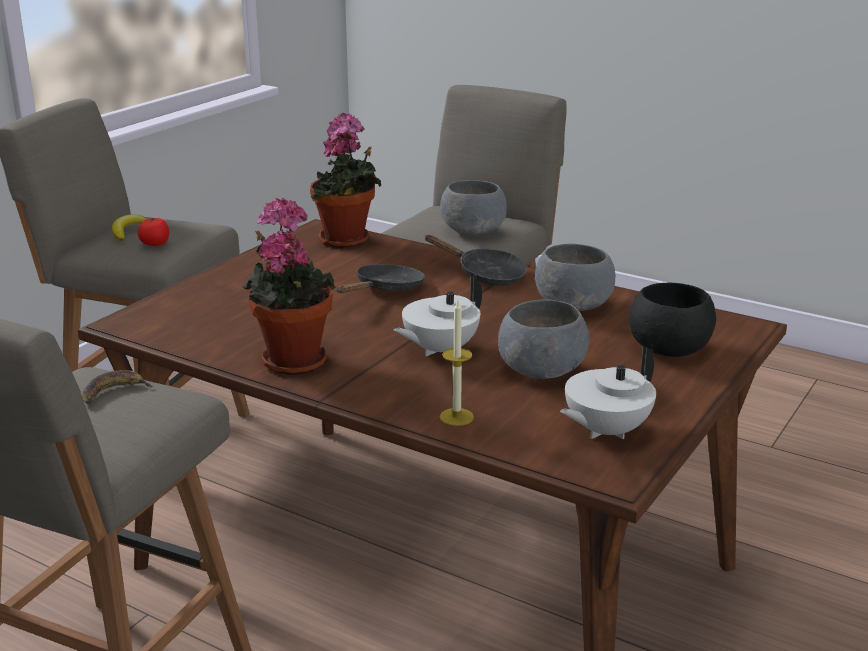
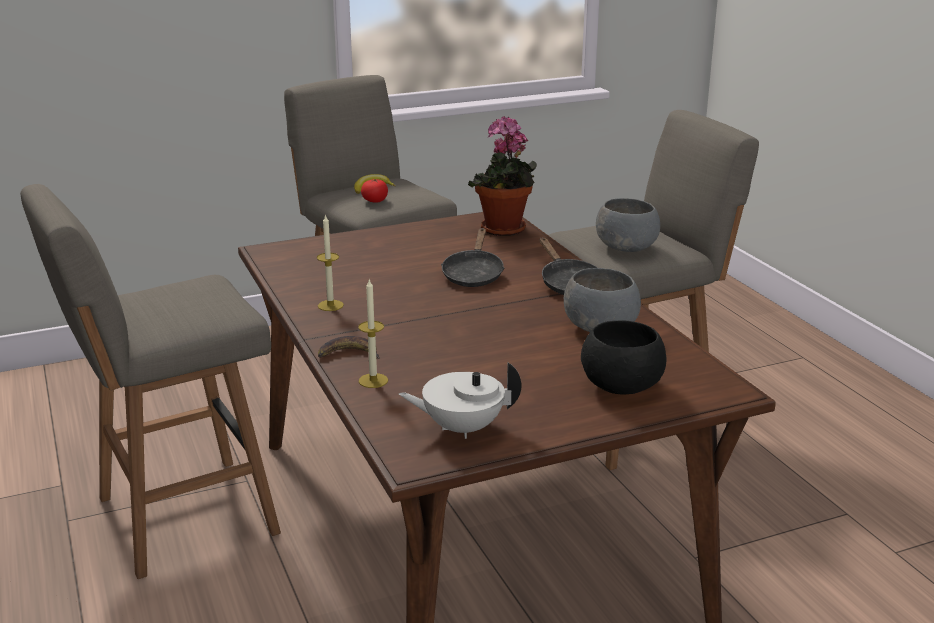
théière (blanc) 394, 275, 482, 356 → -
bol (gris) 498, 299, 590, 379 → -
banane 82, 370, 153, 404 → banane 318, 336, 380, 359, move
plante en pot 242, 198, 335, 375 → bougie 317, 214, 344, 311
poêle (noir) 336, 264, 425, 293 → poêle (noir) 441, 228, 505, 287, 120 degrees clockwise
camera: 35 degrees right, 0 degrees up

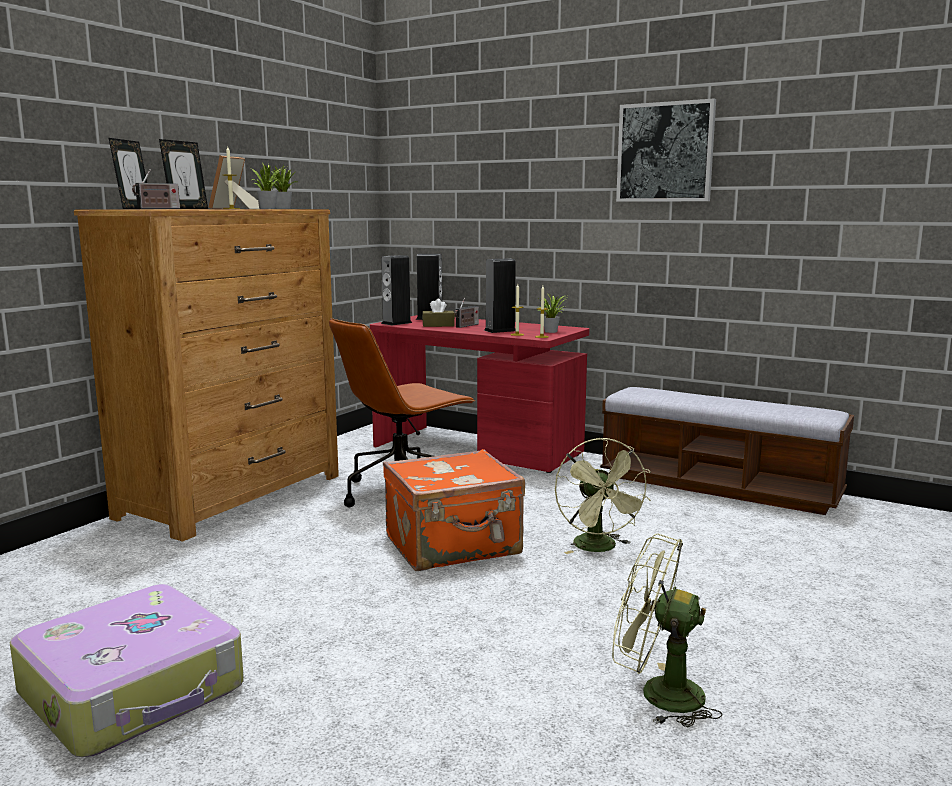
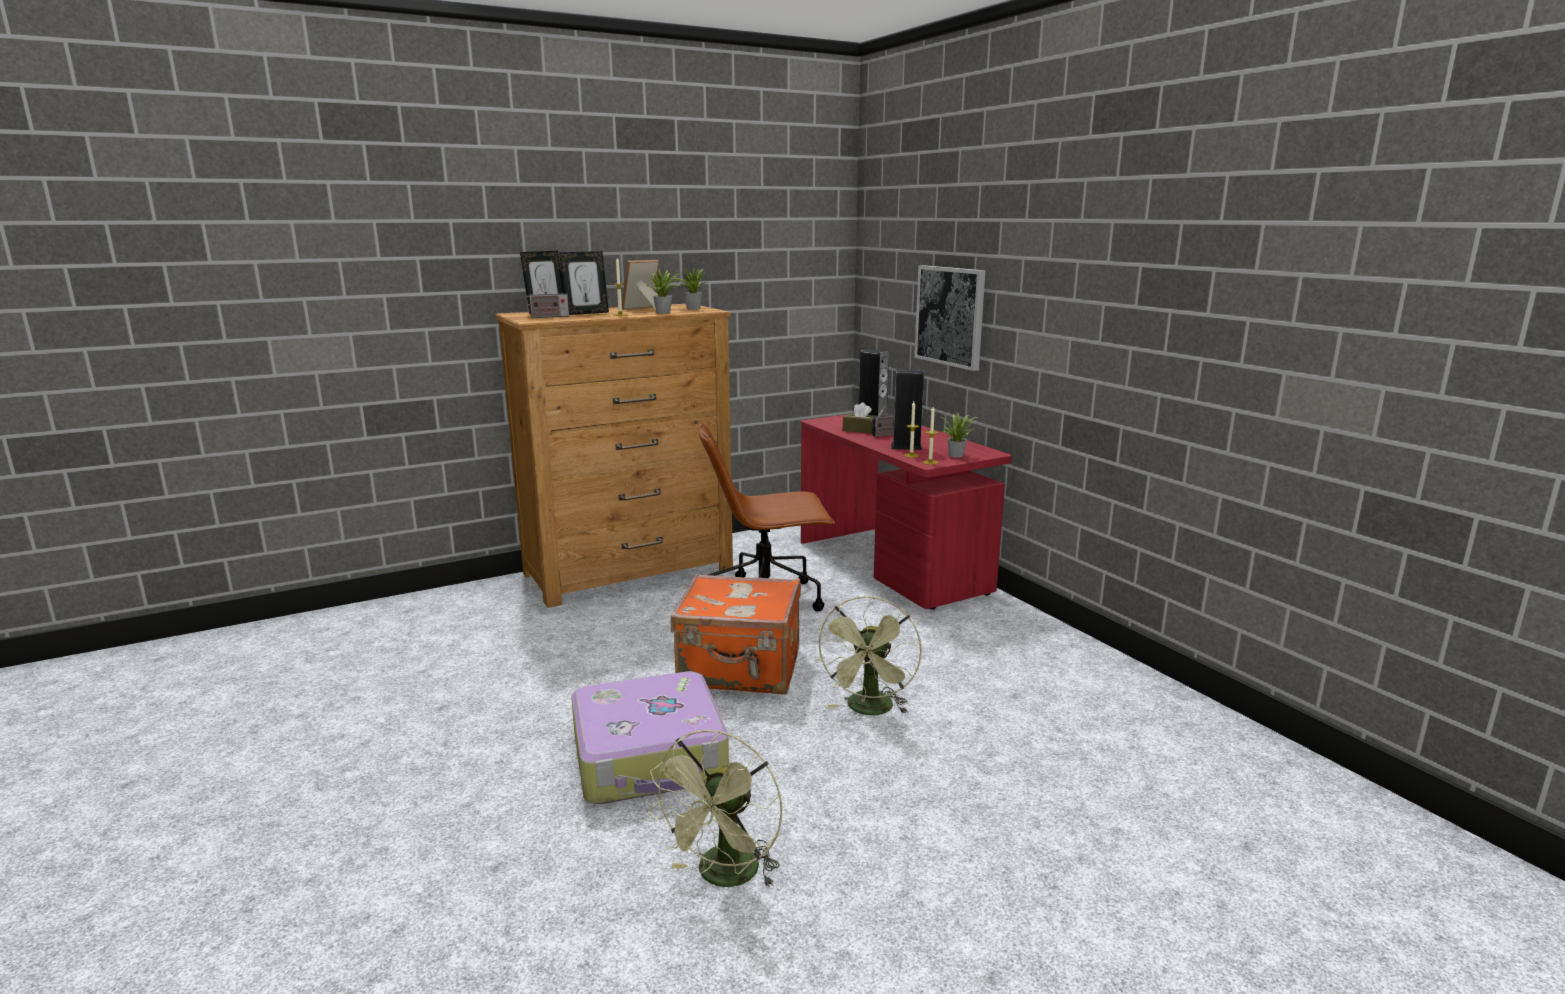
enceinte 381, 255, 412, 325 → -
banc 600, 387, 854, 515 → -
valise 10, 584, 244, 757 → valise 571, 671, 729, 804, move
tableau 616, 99, 716, 202 → tableau 914, 265, 985, 371, move
ventilateur (vert) 612, 534, 722, 727 → ventilateur (vert) 647, 730, 782, 888, 120 degrees counterclockwise
camera: 30 degrees right, 5 degrees up

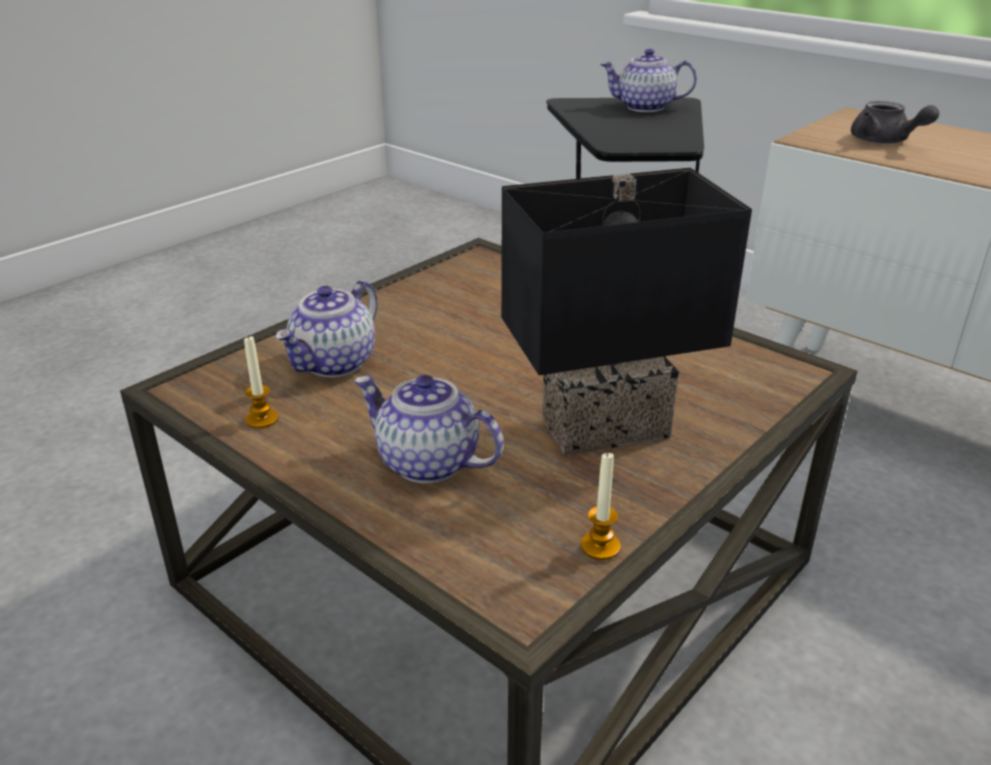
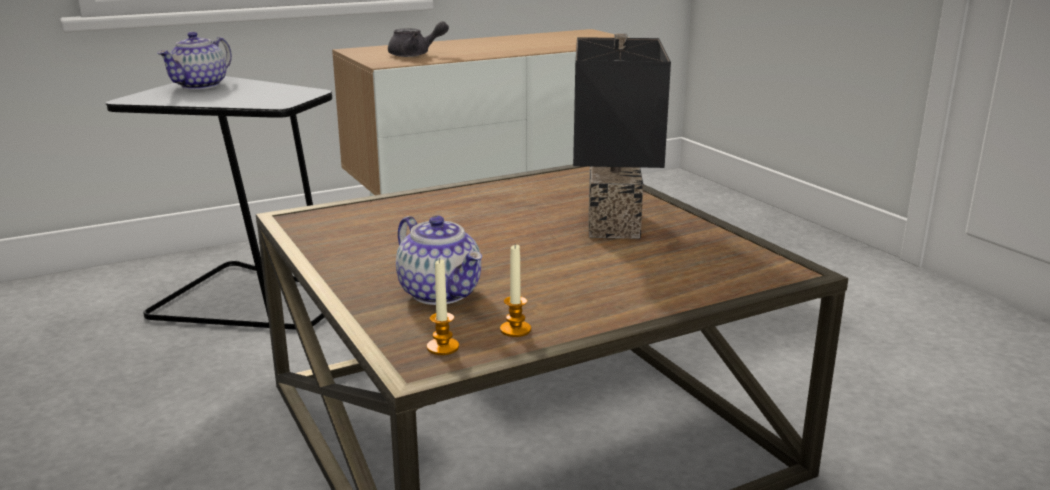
théière 354, 375, 504, 484 → -
bougie 581, 452, 620, 560 → bougie 427, 258, 459, 355, move
camera: 70 degrees left, 10 degrees down

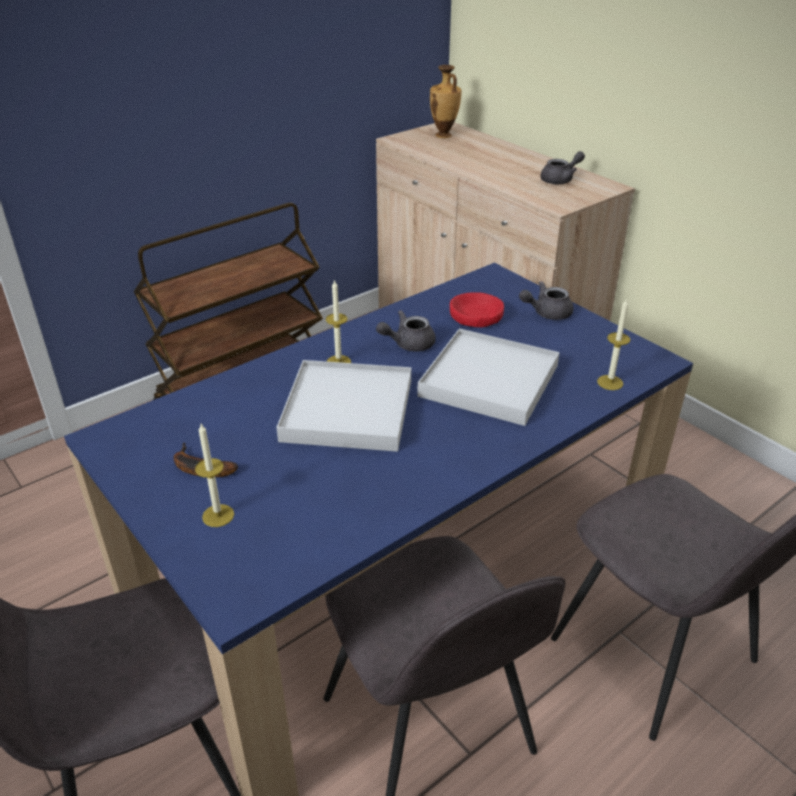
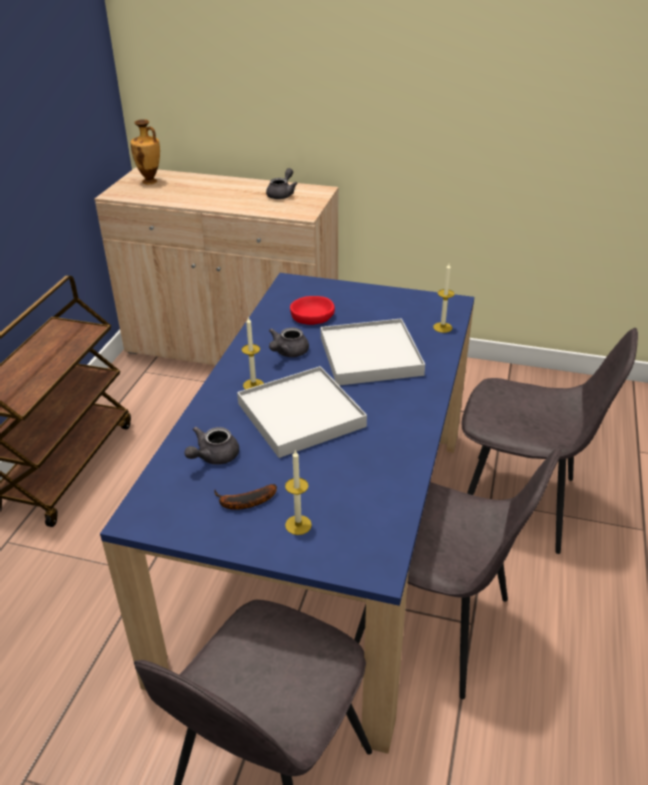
théière (gris) 519, 281, 574, 320 → théière (gris) 184, 427, 239, 465, move
camera: 35 degrees left, 0 degrees up

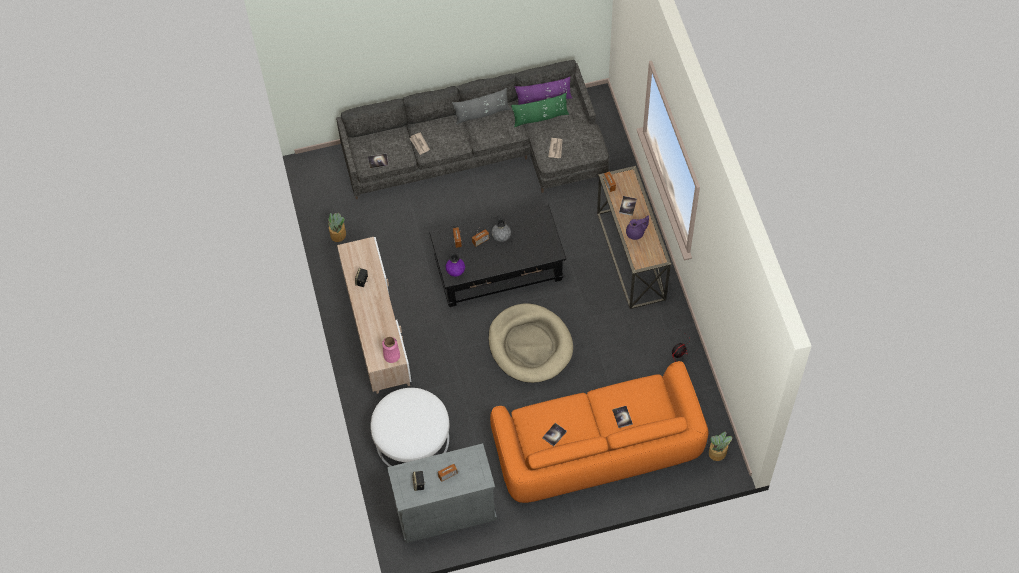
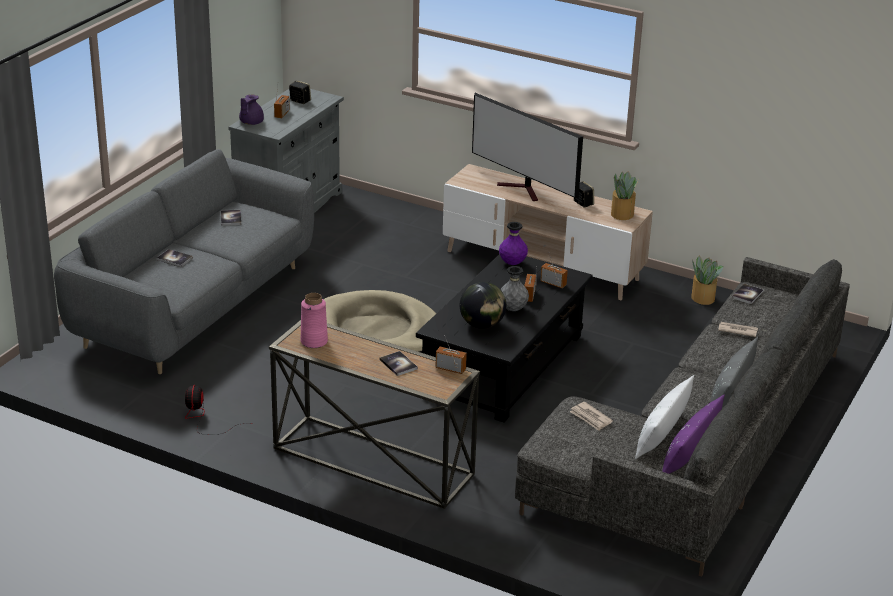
pouf (blanc) 371, 388, 449, 467 → -
- → globe 460, 282, 506, 329
- → téléviseur 472, 93, 583, 201
vase (rose) 382, 337, 400, 363 → vase (rose) 301, 293, 328, 348, move
théière (violet) 626, 216, 649, 240 → théière (violet) 239, 94, 264, 125, move
plante en pot 709, 431, 732, 461 → plante en pot 611, 172, 638, 220, move
canapé (orange) 490, 361, 709, 503 → canapé (gris) 54, 149, 314, 374
coussin (vert) 511, 93, 569, 127 → coussin (blanc) 635, 375, 694, 459
camera: 130 degrees right, 30 degrees down

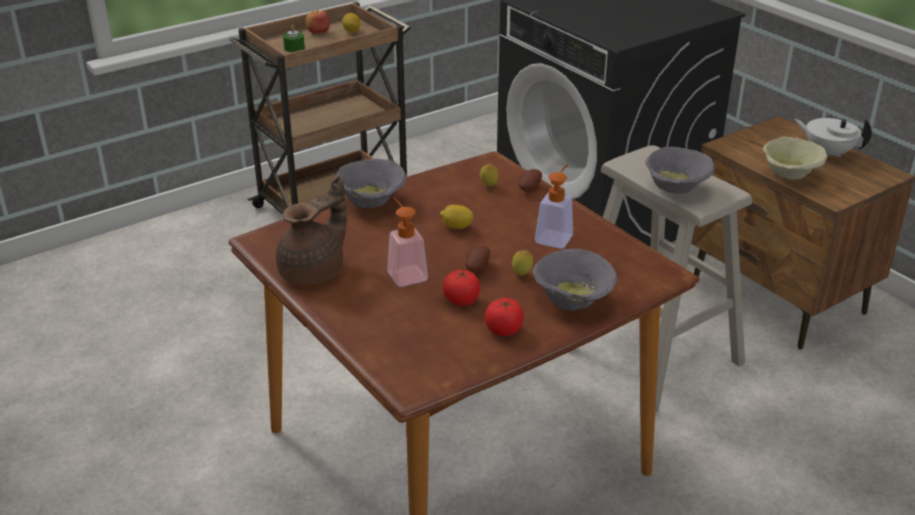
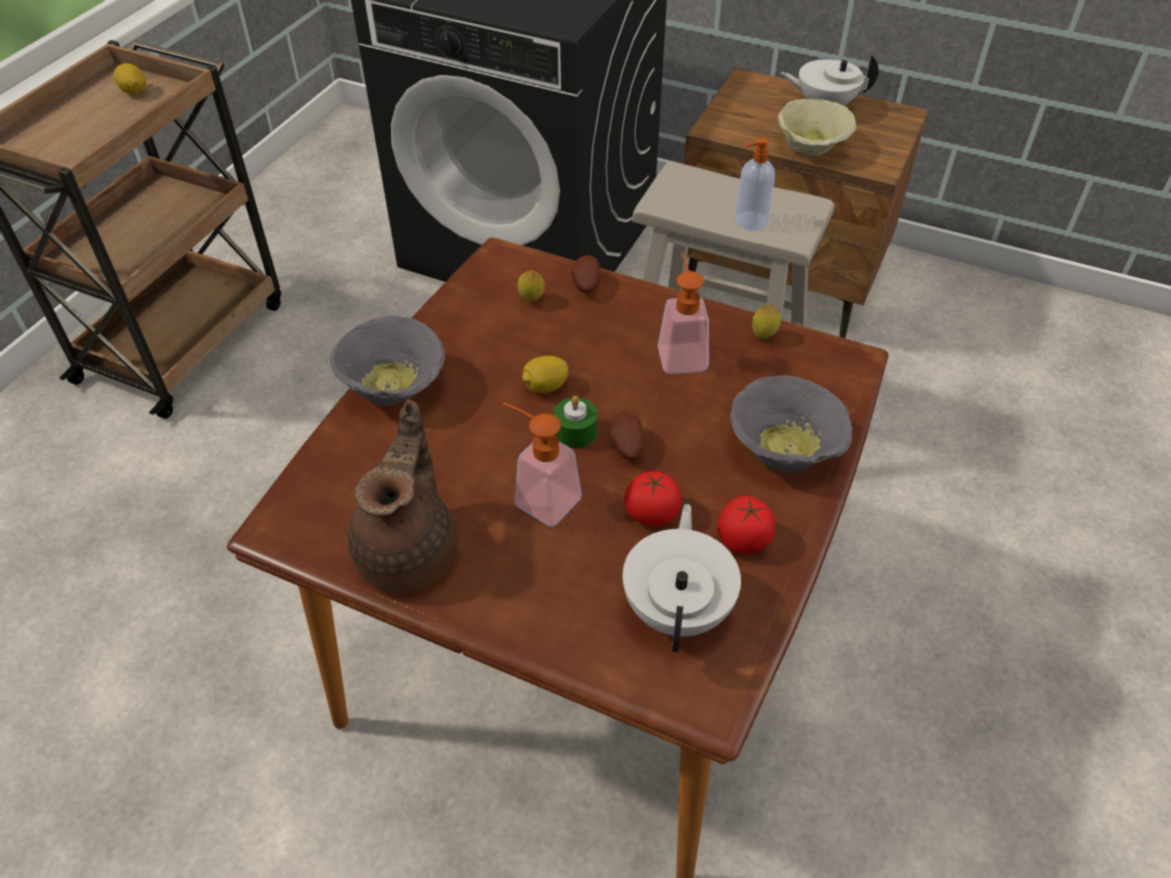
pomme 305, 9, 330, 34 → -
- → théière (blanc) 623, 504, 741, 652
bougie (vert) 283, 25, 305, 52 → bougie (vert) 553, 396, 597, 449, move
citron 512, 250, 533, 276 → citron 752, 305, 781, 339, move
bol (gris) 645, 147, 715, 194 → distributeur de savon 735, 138, 775, 230
camera: 30 degrees left, 15 degrees up

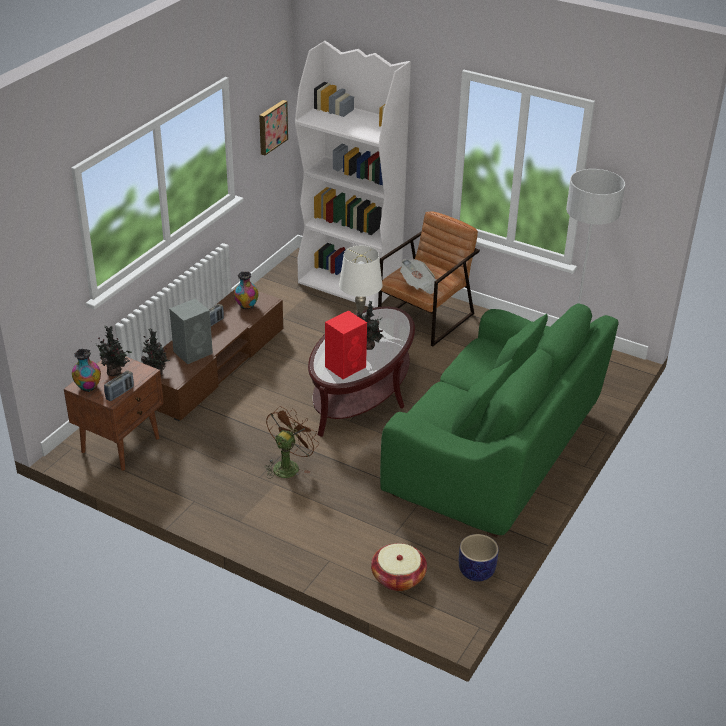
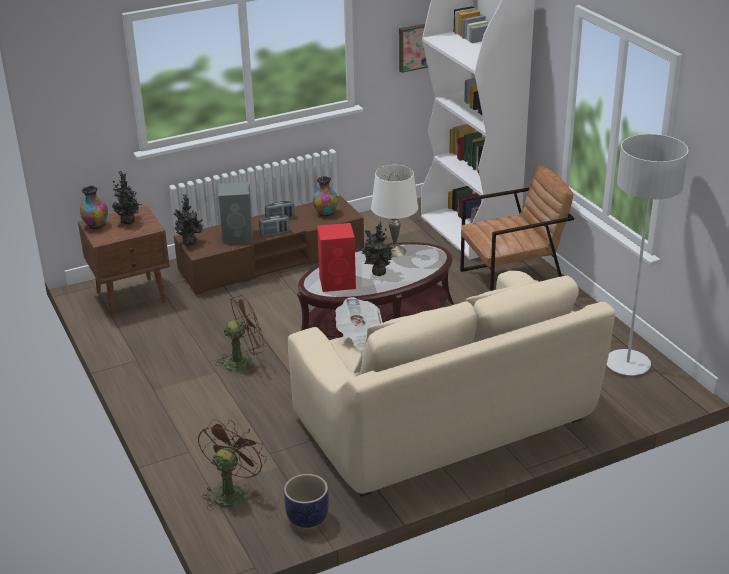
radio 104, 370, 134, 402 → radio 259, 215, 289, 236, move
journal 400, 259, 436, 294 → journal 335, 297, 382, 350, move
panier 371, 543, 427, 591 → ventilateur (marron) 198, 419, 267, 510
canapé (vert) 380, 303, 619, 538 → canapé (beige) 288, 271, 615, 497
camera: 35 degrees right, 5 degrees down

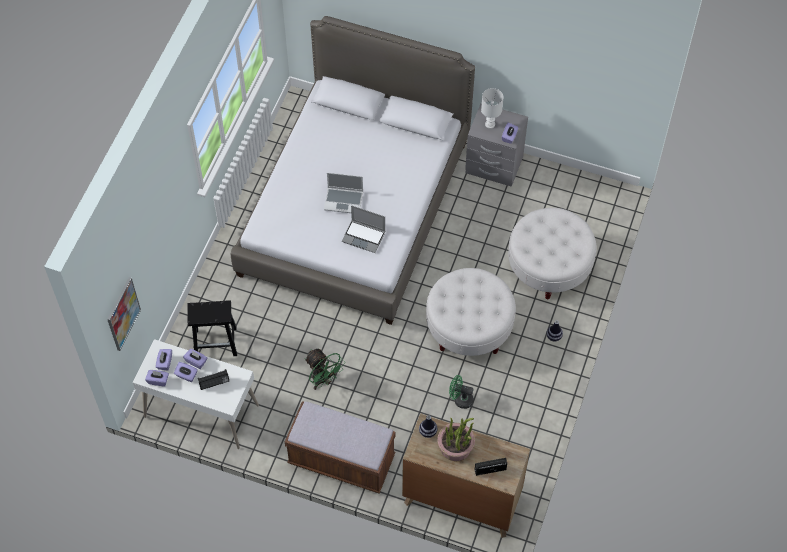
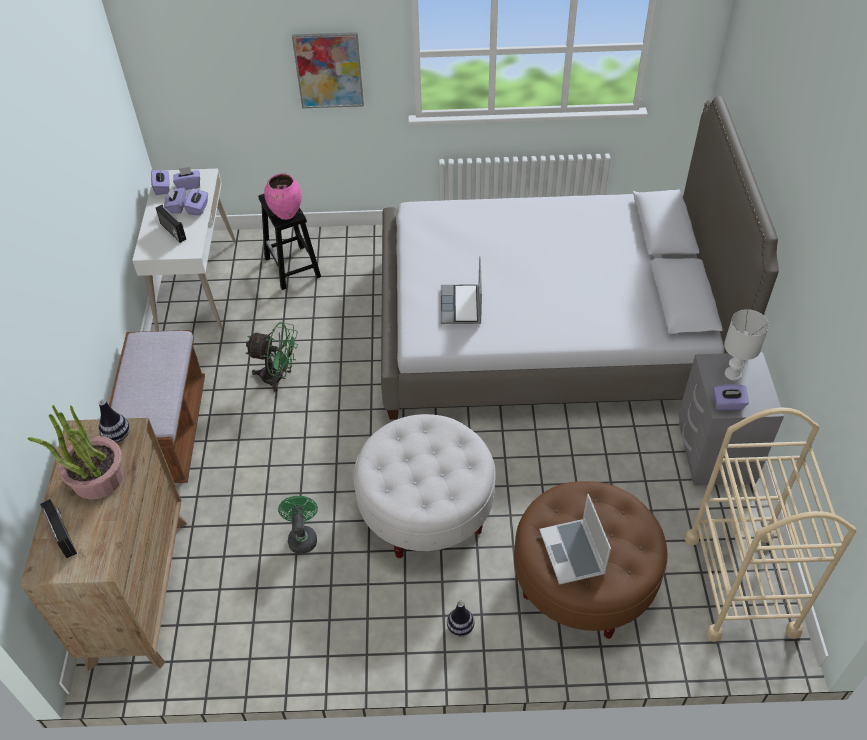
- → vase (rose) 264, 174, 302, 220
- → chariot (beige) 685, 407, 856, 642
tableau 107, 277, 141, 351 → tableau 292, 32, 364, 108, move
ordinateur portable 324, 172, 363, 213 → ordinateur portable 539, 494, 611, 585, move
pouf (blanc) 508, 208, 597, 299 → pouf (marron) 514, 481, 667, 639
ventilateur (vert) 305, 349, 345, 390 → ventilateur (vert) 246, 322, 298, 392, 105 degrees counterclockwise
camera: 70 degrees right, 10 degrees down

